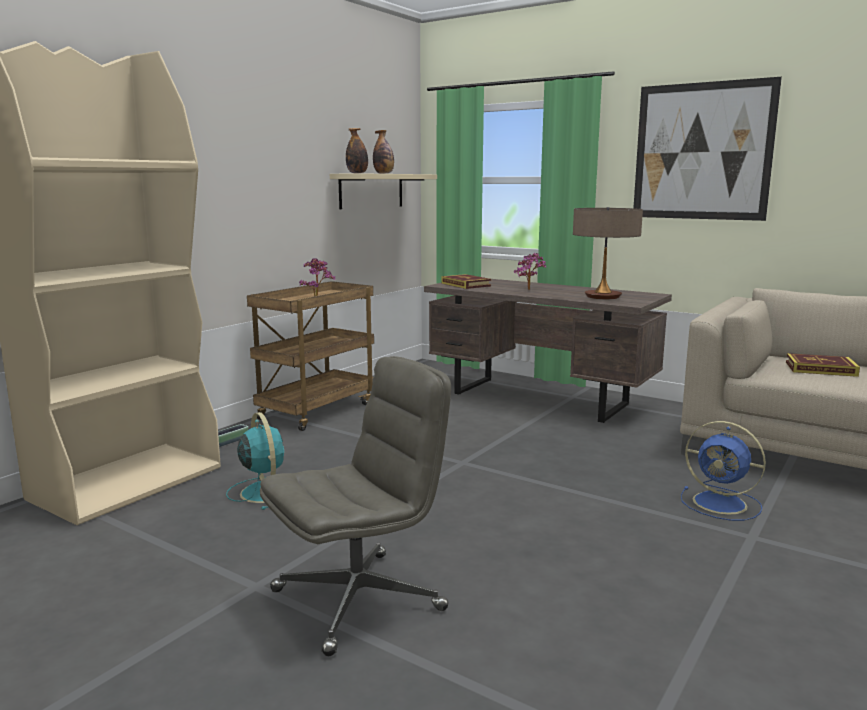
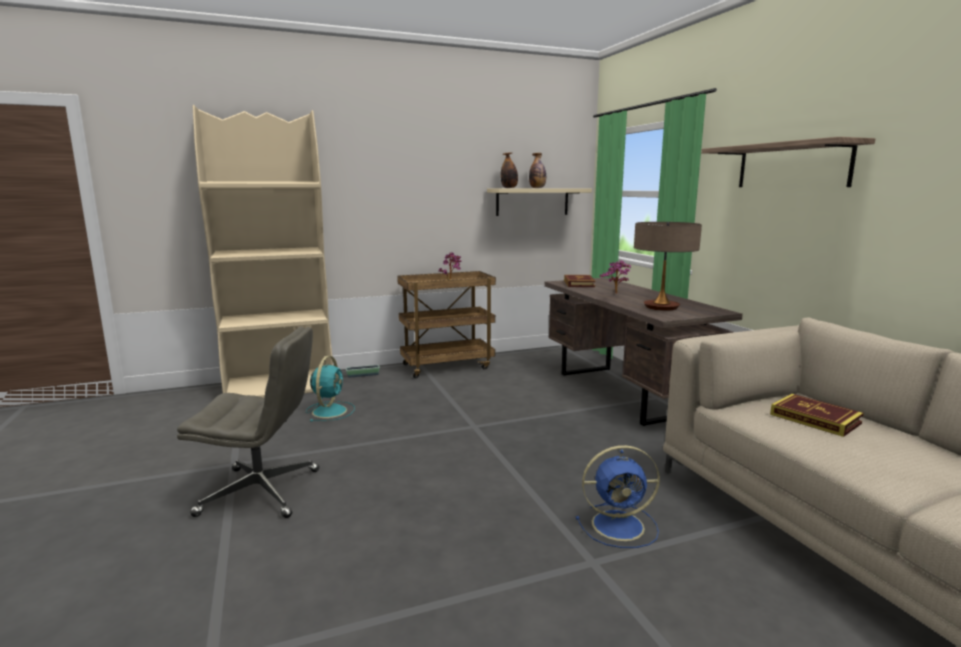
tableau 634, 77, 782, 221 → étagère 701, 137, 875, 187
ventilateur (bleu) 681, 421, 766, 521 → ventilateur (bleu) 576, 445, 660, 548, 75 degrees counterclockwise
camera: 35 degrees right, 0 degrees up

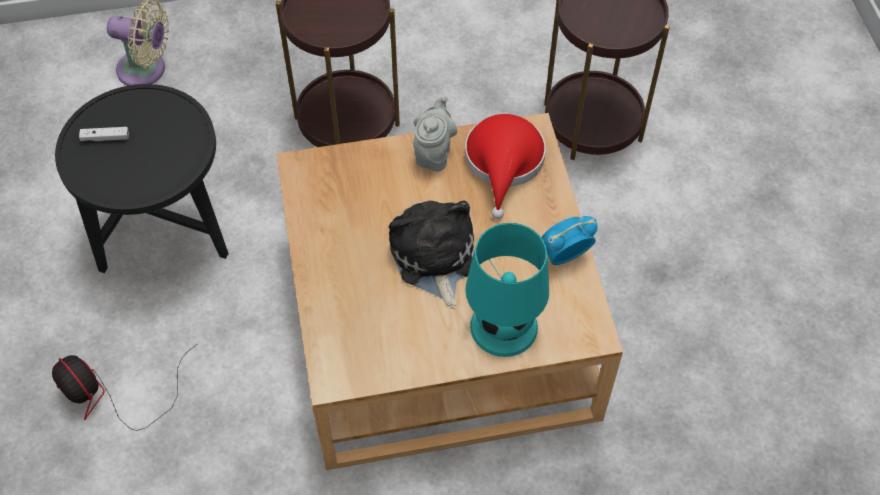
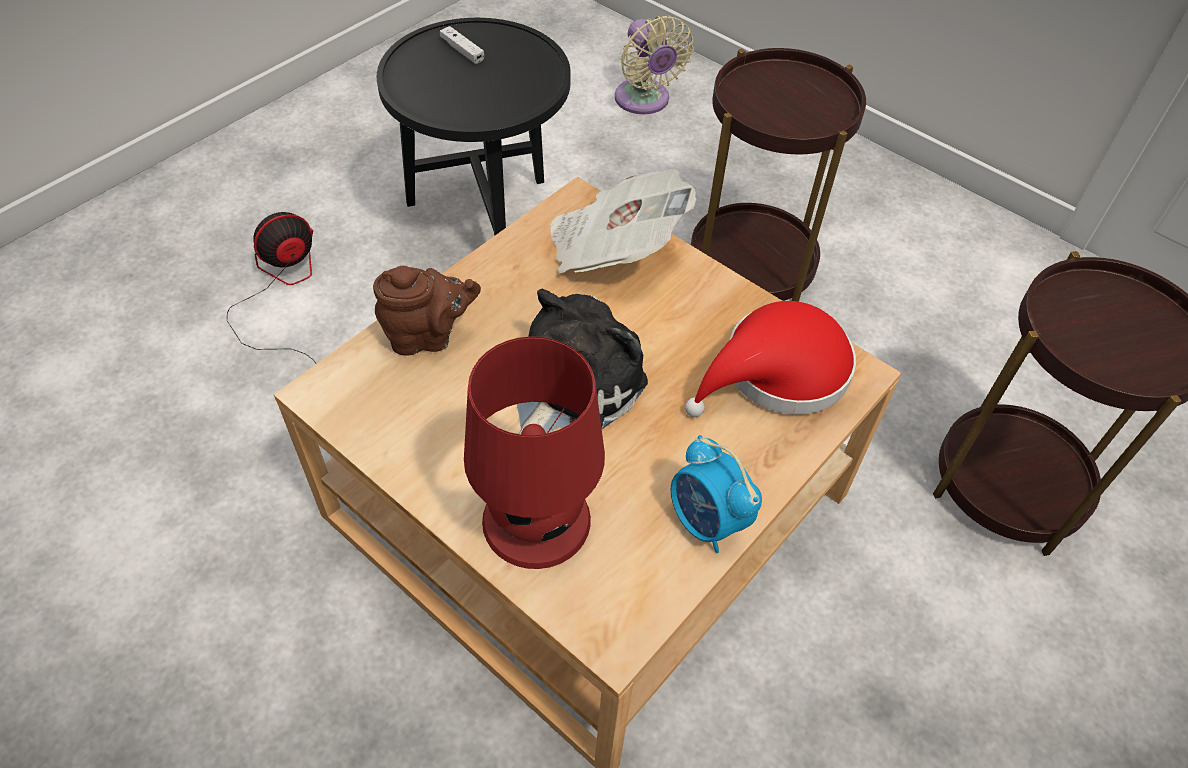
théière (gris) 413, 96, 457, 172 → -
- → théière (marron) 373, 266, 481, 356
- → journal 550, 169, 696, 273
lampe de table (turquoise) 465, 223, 549, 357 → lampe de table (rouge) 464, 336, 605, 569
ventilateur 52, 344, 197, 431 → ventilateur 227, 212, 316, 364, 45 degrees clockwise
réveil 542, 216, 597, 265 → réveil 671, 435, 762, 553, 150 degrees counterclockwise
camera: 50 degrees right, 5 degrees down

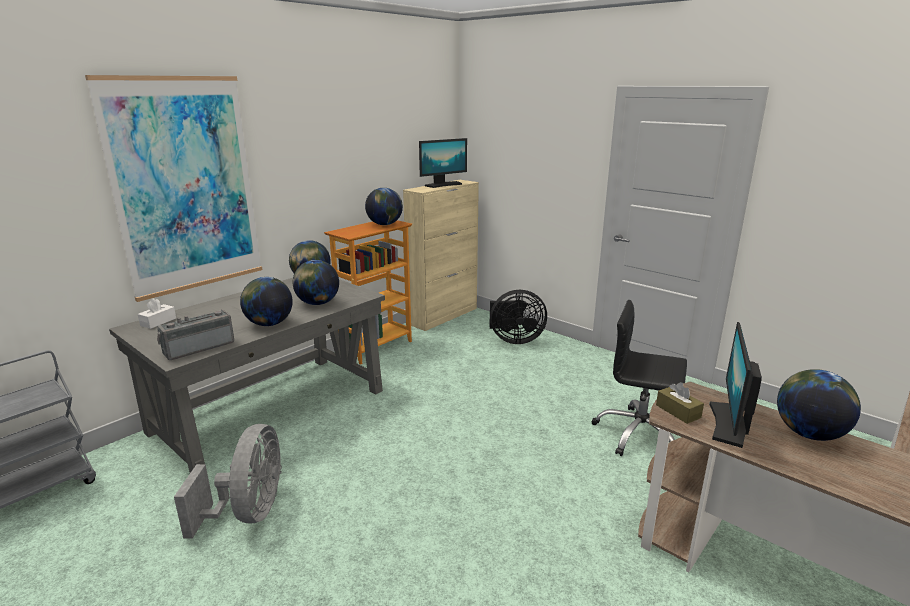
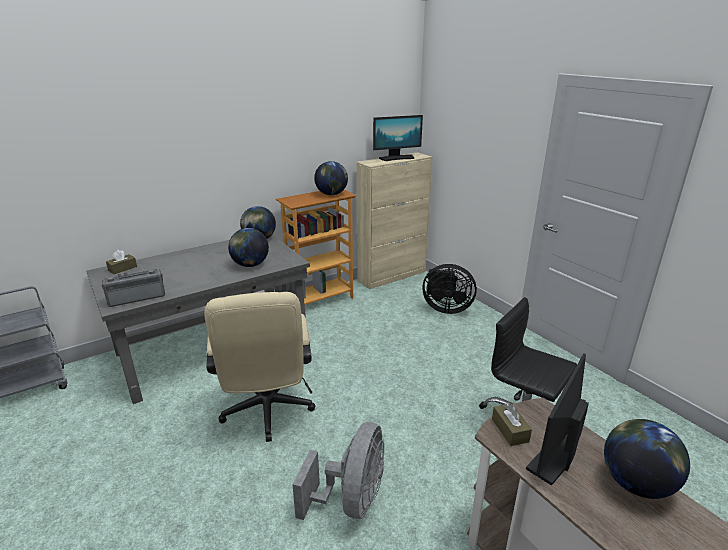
tableau 85, 75, 262, 302 → -
globe 240, 277, 293, 326 → -
- → chaise de bureau (beige) 204, 292, 315, 442
ventilateur (gris) 174, 424, 282, 538 → ventilateur (gris) 292, 422, 384, 520, move
boîte à mouchoirs (blanc) 138, 298, 176, 329 → boîte à mouchoirs (marron) 106, 250, 137, 274
camera: 15 degrees right, 5 degrees up

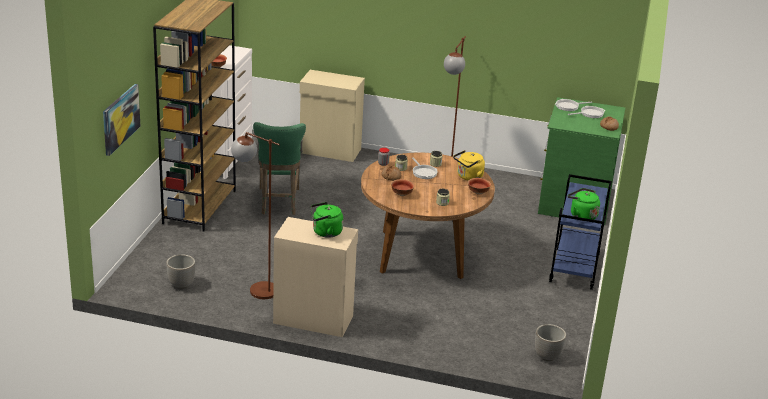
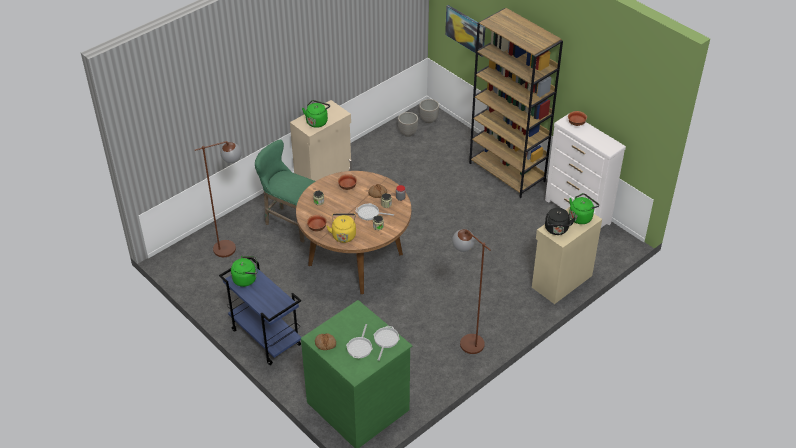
- → bouilloire (noir) 545, 208, 576, 235
- → bouilloire (vert) 569, 193, 599, 224
lampadaire (marron) 231, 132, 280, 299 → lampadaire (marron) 195, 141, 242, 257, move
tabouret (vert) 253, 122, 306, 215 → tabouret (vert) 255, 140, 315, 242, move
cache-pot 535, 324, 566, 361 → cache-pot 419, 99, 439, 123, move
camera: 125 degrees right, 15 degrees up

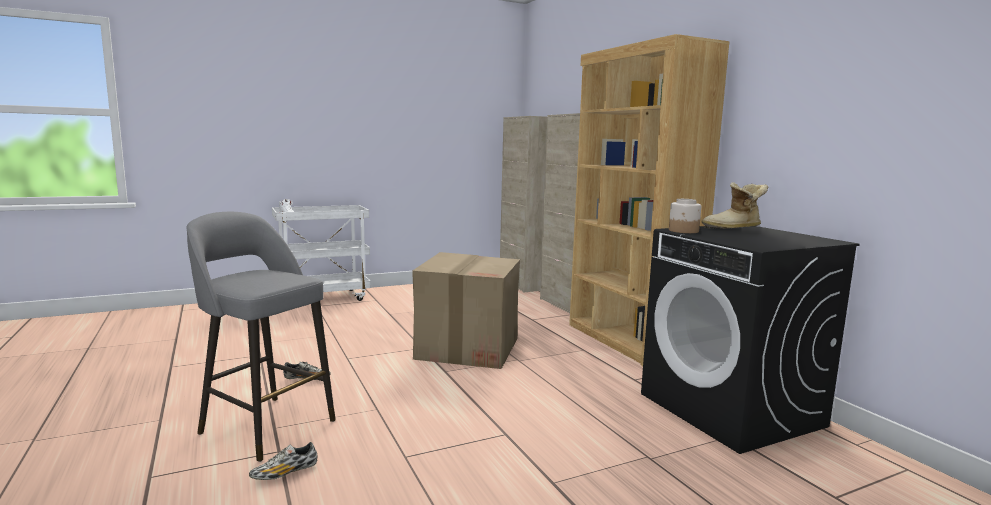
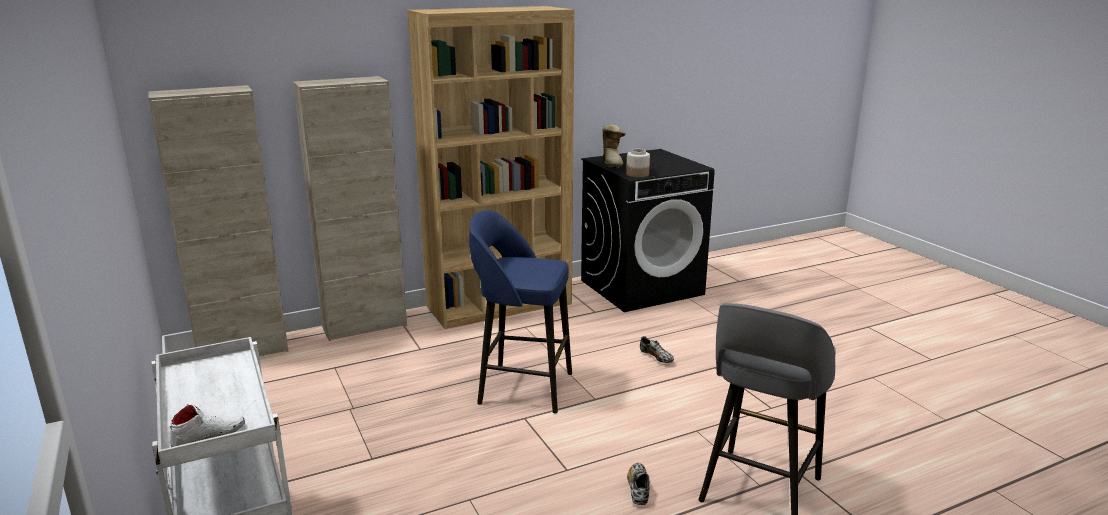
chaussure 249, 442, 317, 480 → chaussure 640, 336, 674, 363, move
carton 412, 252, 520, 369 → tabouret (bleu) 469, 210, 572, 414
camera: 90 degrees left, 10 degrees up

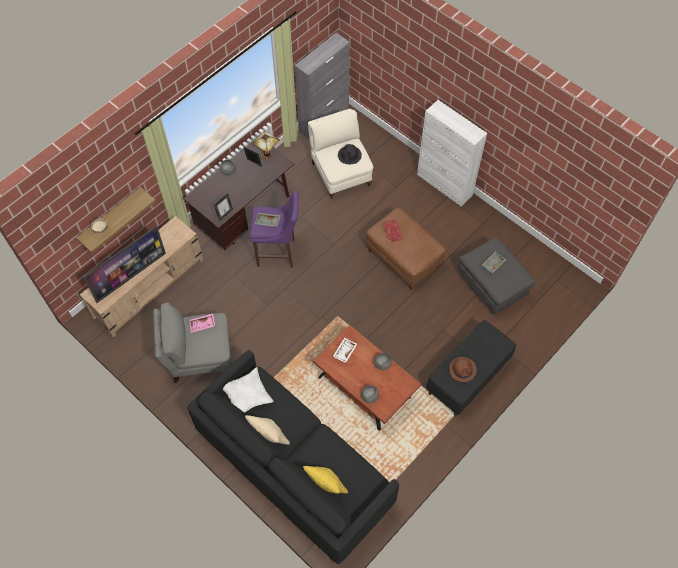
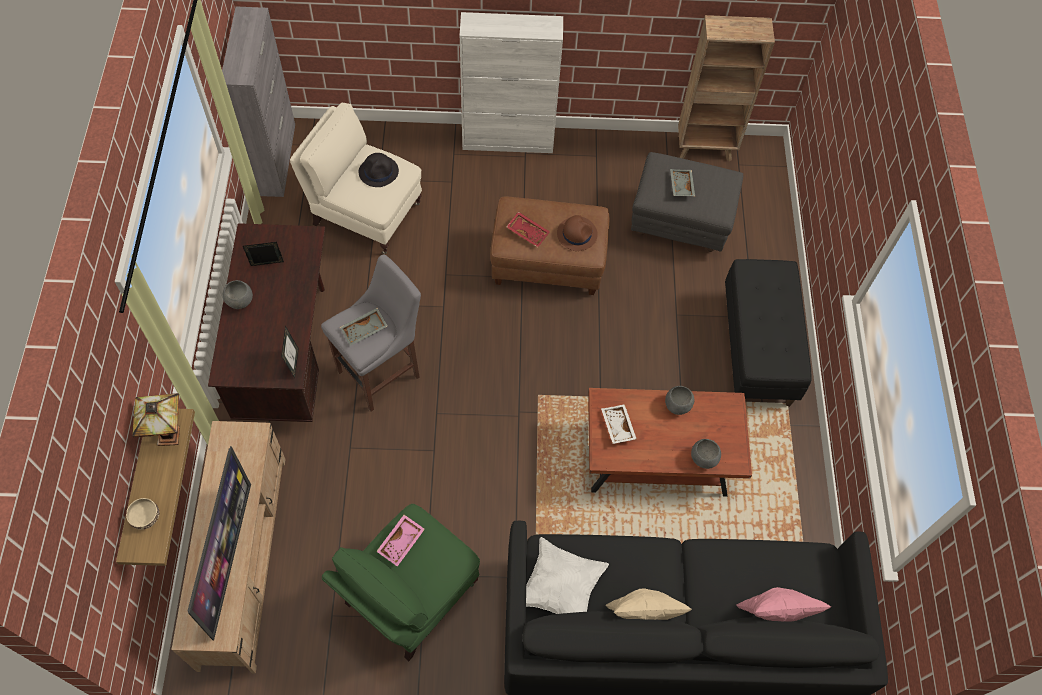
- → bibliothèque (marron) 678, 15, 775, 162
lampe de table 252, 131, 280, 161 → lampe de table 132, 393, 180, 446, move
chapeau (marron) 449, 357, 477, 382 → chapeau (marron) 557, 215, 598, 251, move
fauteuil (gris) 153, 302, 231, 383 → fauteuil (vert) 322, 504, 480, 661
tabouret (violet) 250, 191, 299, 268 → tabouret (gris) 321, 254, 421, 411
coussin (jaune) 303, 466, 348, 494 → coussin (rose) 736, 587, 832, 622
camera: 45 degrees left, 0 degrees up

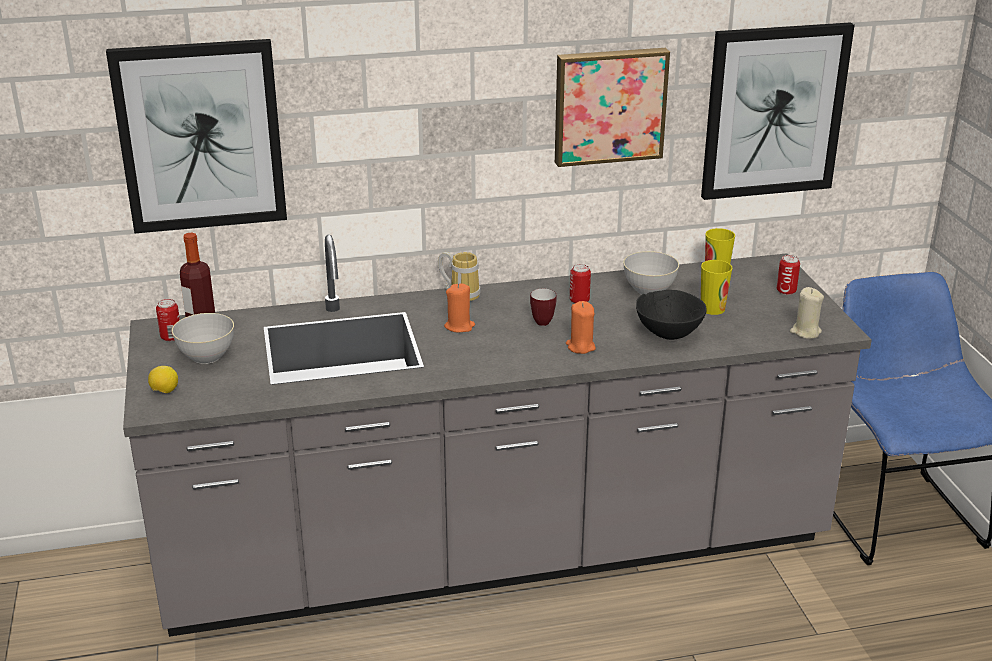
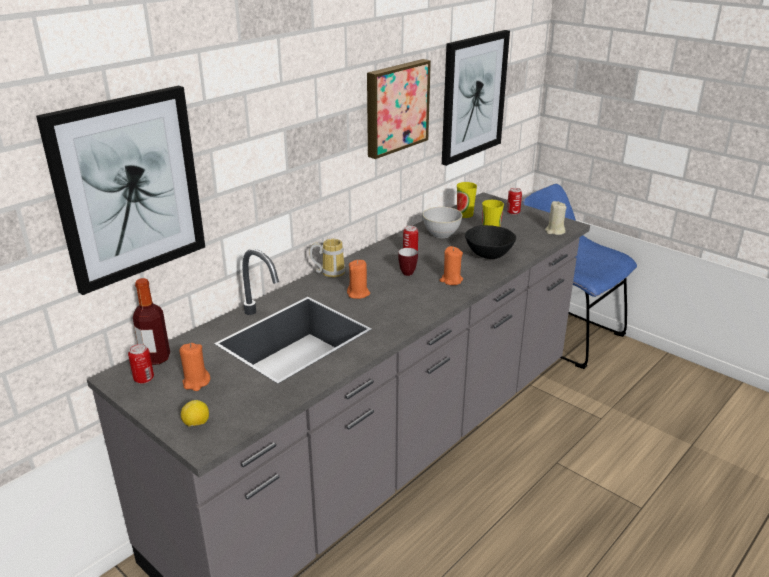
bol (gris) 172, 313, 234, 364 → bougie (orange) 179, 343, 210, 391
camera: 35 degrees left, 0 degrees up

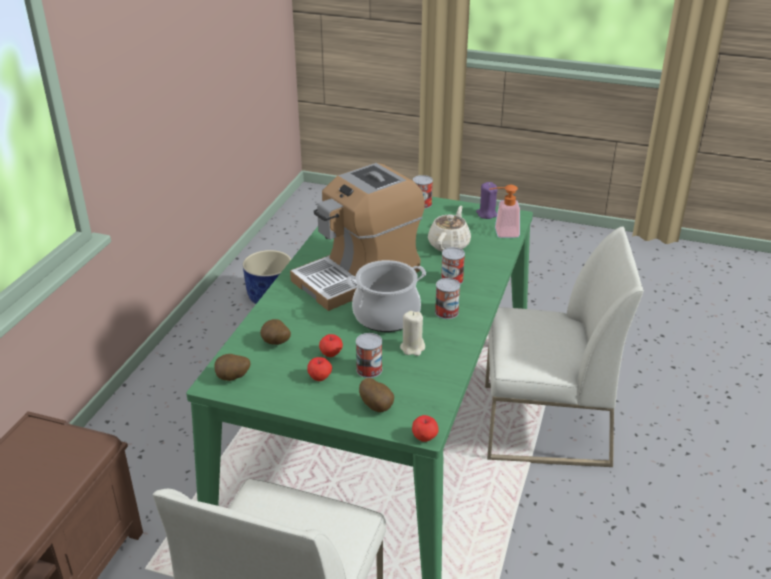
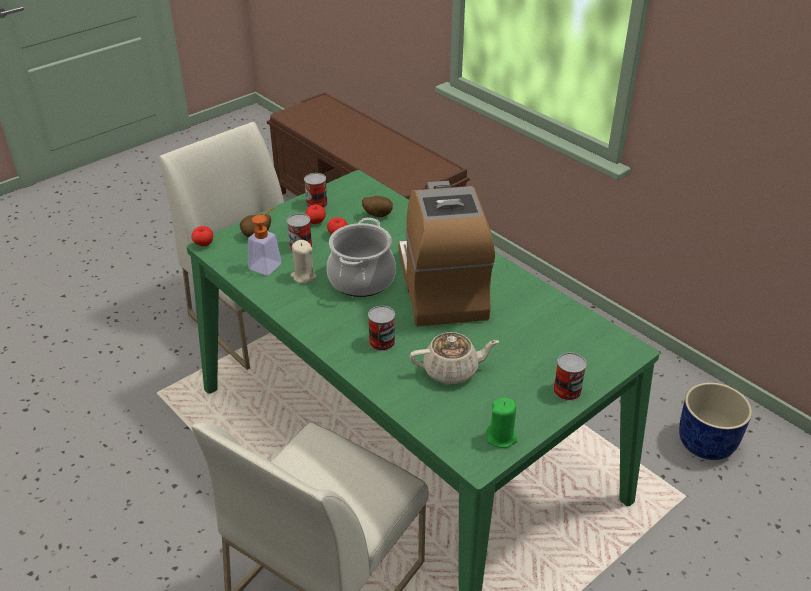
pomme de terre 214, 354, 251, 381 → -
boîte métallique 435, 278, 460, 319 → boîte métallique 304, 173, 328, 208, move
distributeur de savon 489, 185, 520, 238 → distributeur de savon 248, 207, 282, 275, move
bougie (violet) 476, 182, 497, 219 → bougie (vert) 486, 398, 517, 448
théière (beige) 428, 206, 471, 251 → théière (beige) 409, 332, 499, 384, 60 degrees counterclockwise
camera: 120 degrees right, 5 degrees up

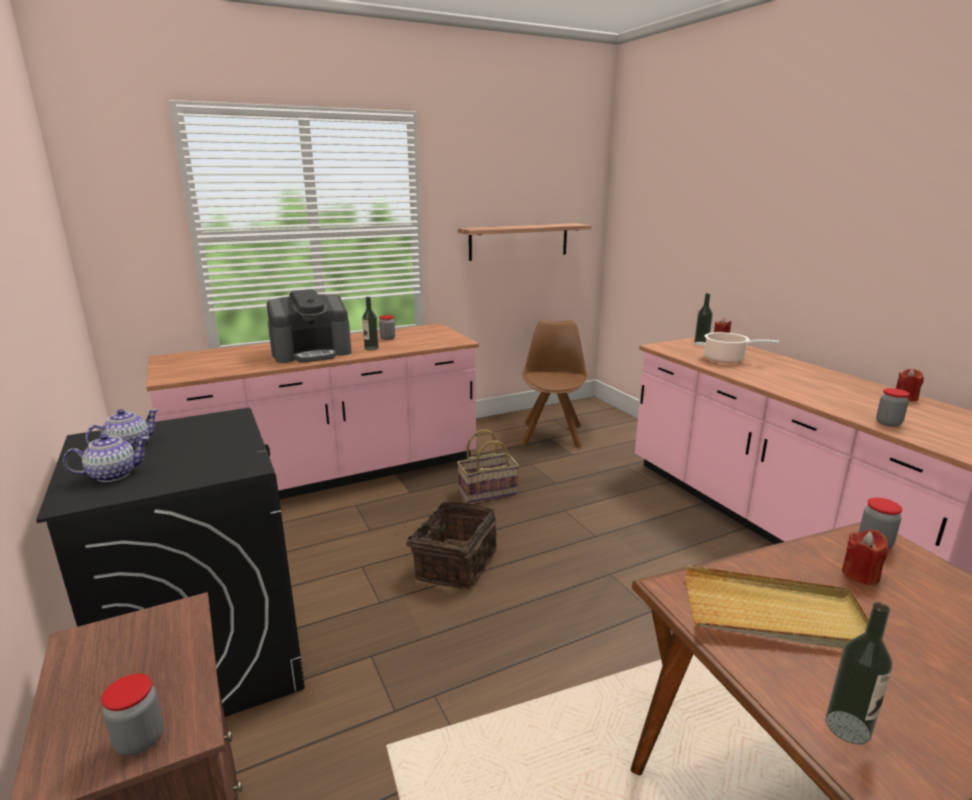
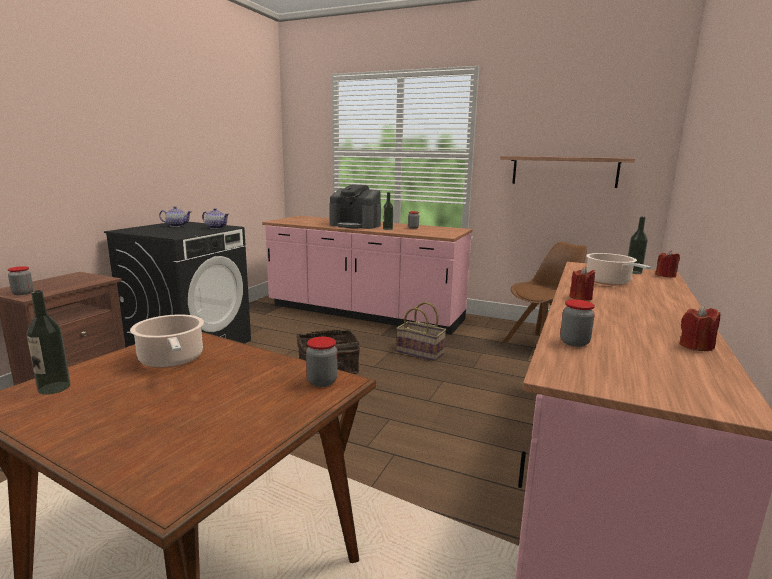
théière 63, 434, 150, 482 → théière 202, 208, 229, 229, move
bougie (rouge) 842, 529, 888, 586 → bougie (rouge) 570, 267, 595, 300, move
plateau (beige) 686, 565, 869, 649 → marmite 130, 314, 204, 368
camera: 50 degrees right, 5 degrees down

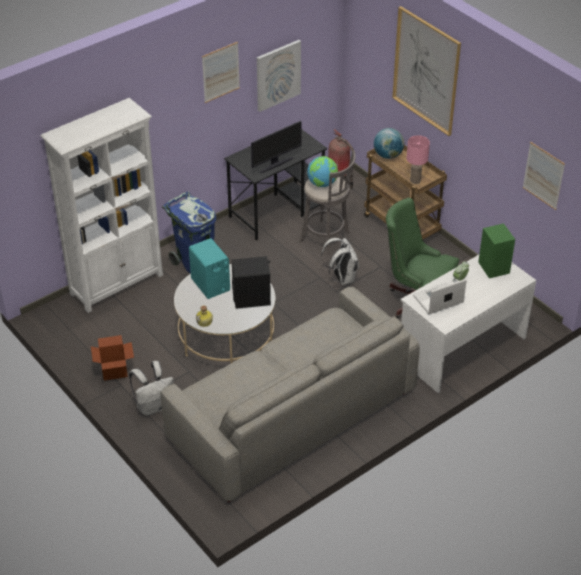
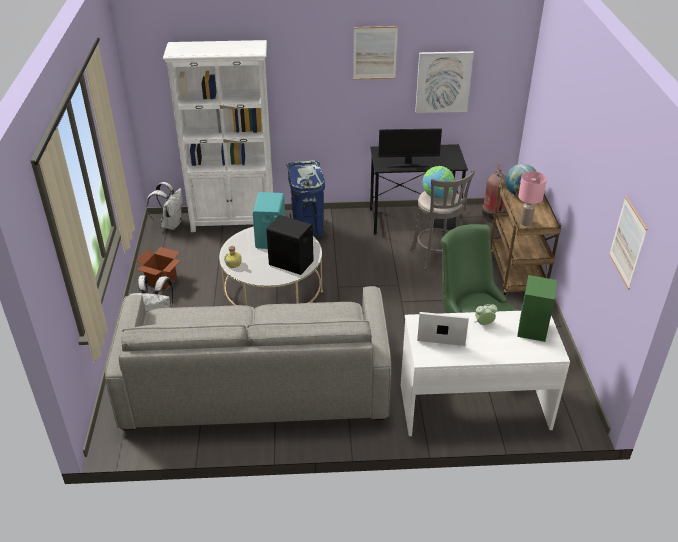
tableau 392, 6, 461, 136 → -
sac à dos (blanc) 321, 238, 359, 285 → sac à dos (blanc) 147, 182, 183, 230, move
camera: 35 degrees right, 5 degrees down

